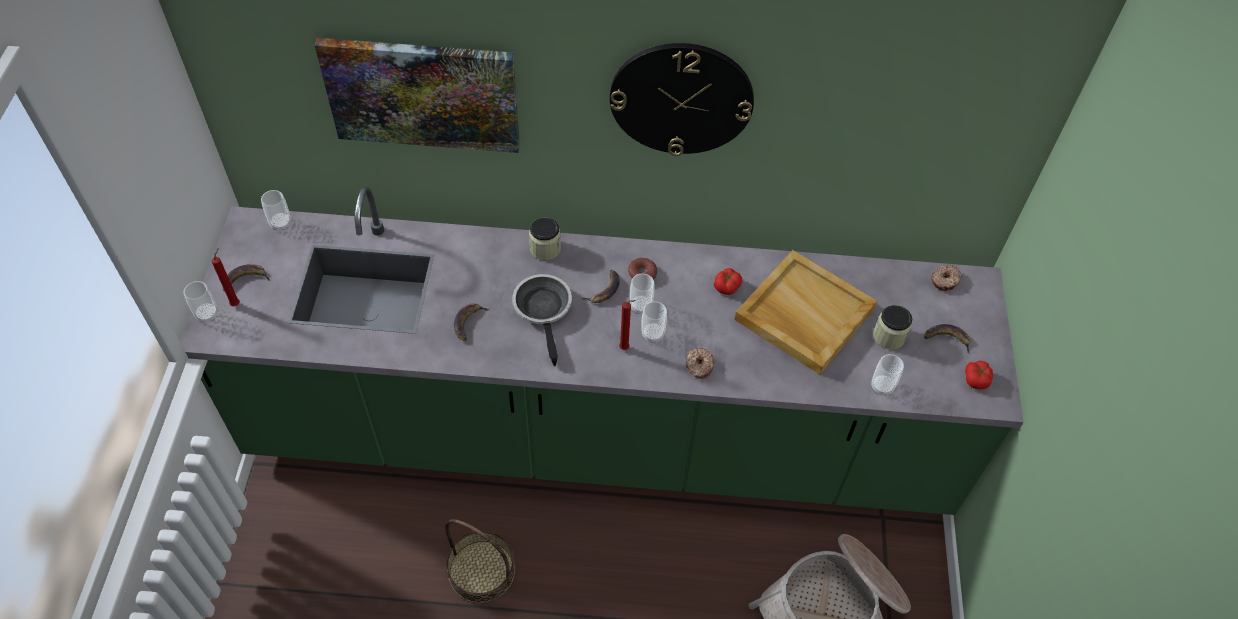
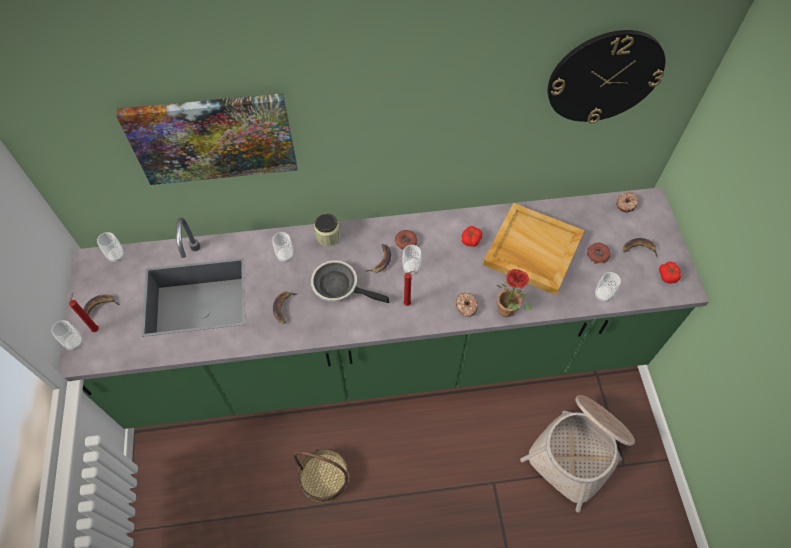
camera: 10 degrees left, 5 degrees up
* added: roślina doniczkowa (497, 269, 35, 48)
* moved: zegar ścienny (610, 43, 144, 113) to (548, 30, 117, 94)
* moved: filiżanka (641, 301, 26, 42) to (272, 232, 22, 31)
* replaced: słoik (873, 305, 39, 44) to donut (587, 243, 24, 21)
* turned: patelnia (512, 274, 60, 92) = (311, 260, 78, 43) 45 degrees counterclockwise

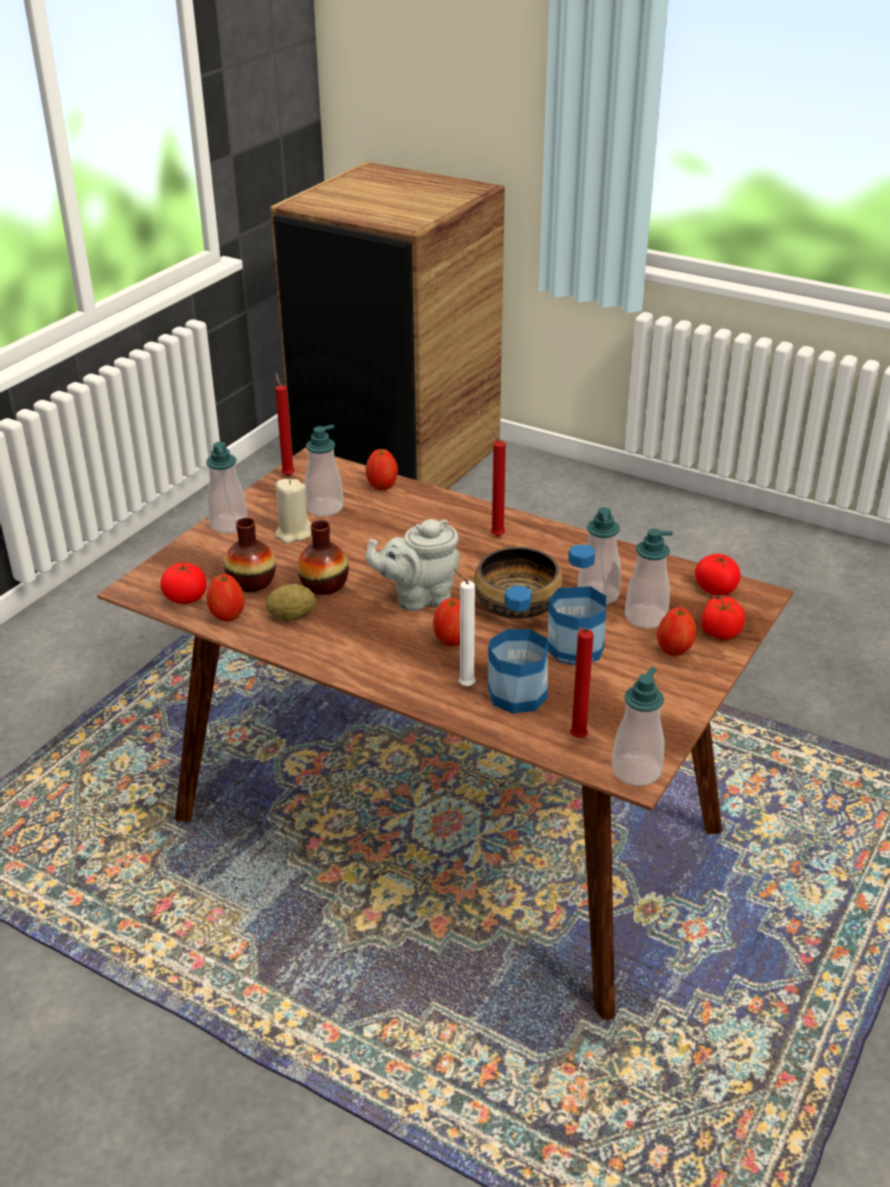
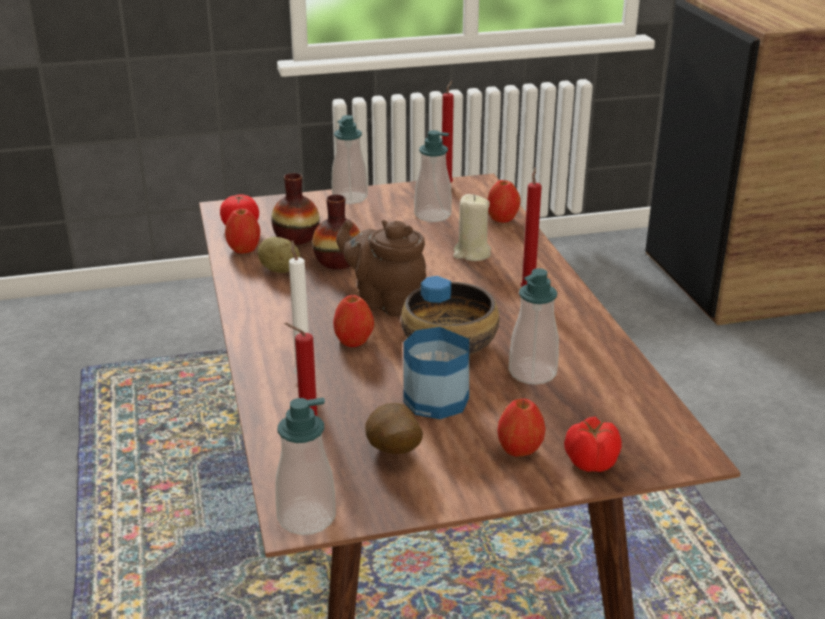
camera: 45 degrees right, 5 degrees down
* removed: butelka (488, 586, 60, 128)
* removed: dozownik mydła (625, 529, 48, 100)
* removed: pomidor (695, 554, 46, 41)
* added: ziemniak (365, 403, 58, 51)
* moved: świeca/beżowy (275, 479, 37, 65) to (453, 194, 38, 67)
* recoloured: imbryk/szary (365, 519, 95, 92) to imbryk/brązowy (336, 220, 90, 96)

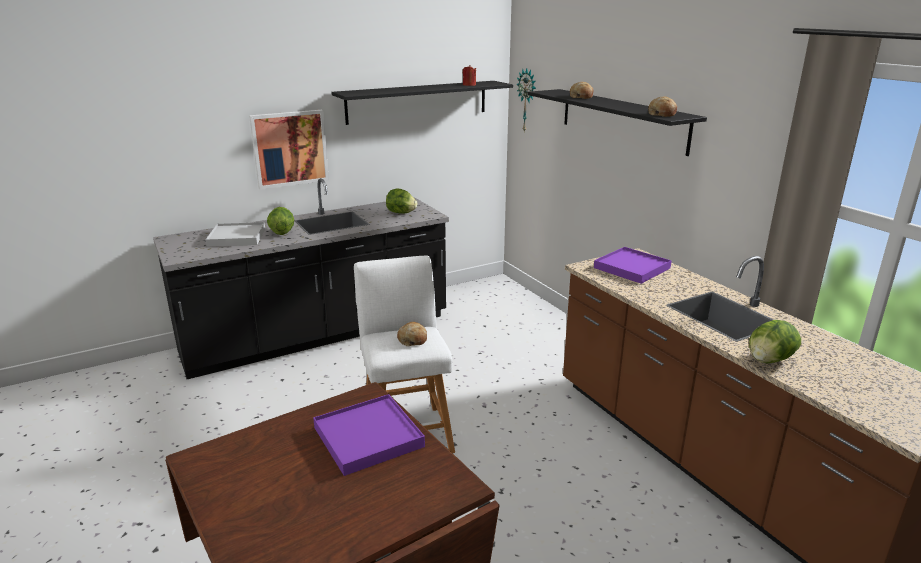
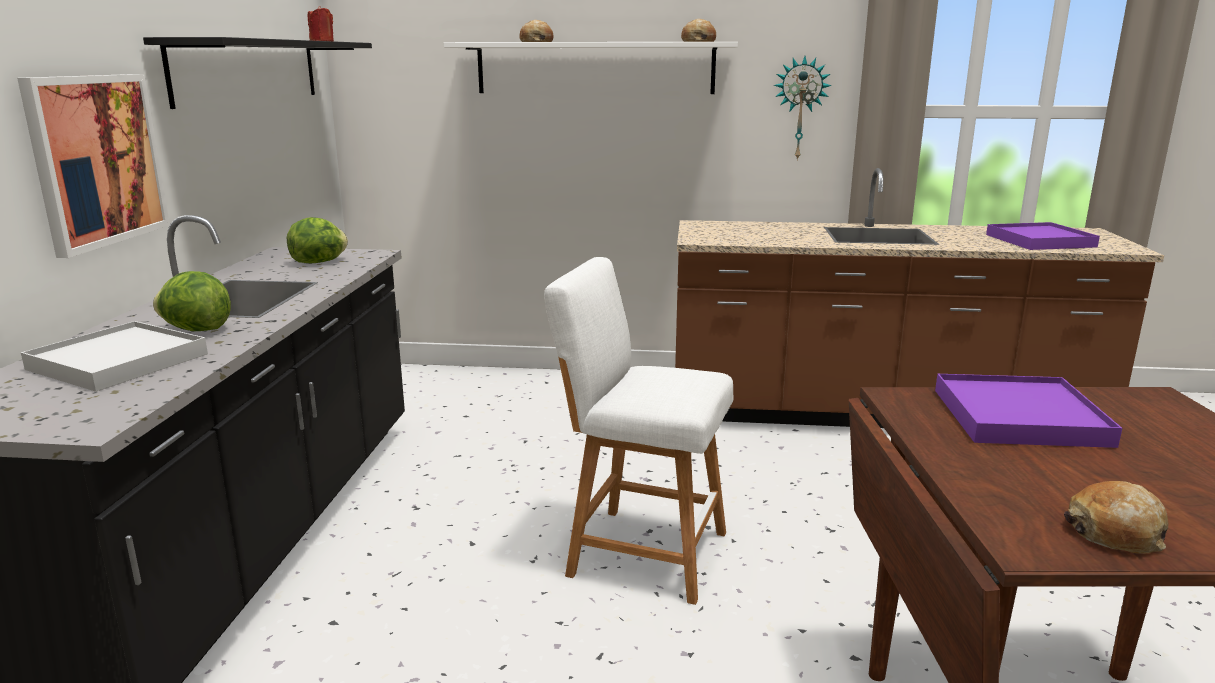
camera: 55 degrees left, 5 degrees down
* removed: sałata (749, 320, 52, 44)
* moved: chleb (397, 322, 30, 24) to (1064, 481, 105, 73)
* moved: zegar ścienny (516, 68, 20, 63) to (774, 56, 58, 104)
* moved: taca/fioletowy (594, 247, 77, 37) to (986, 222, 114, 28)
* recoloured: półka/czarny (528, 89, 179, 67) to półka/biały (444, 42, 294, 52)

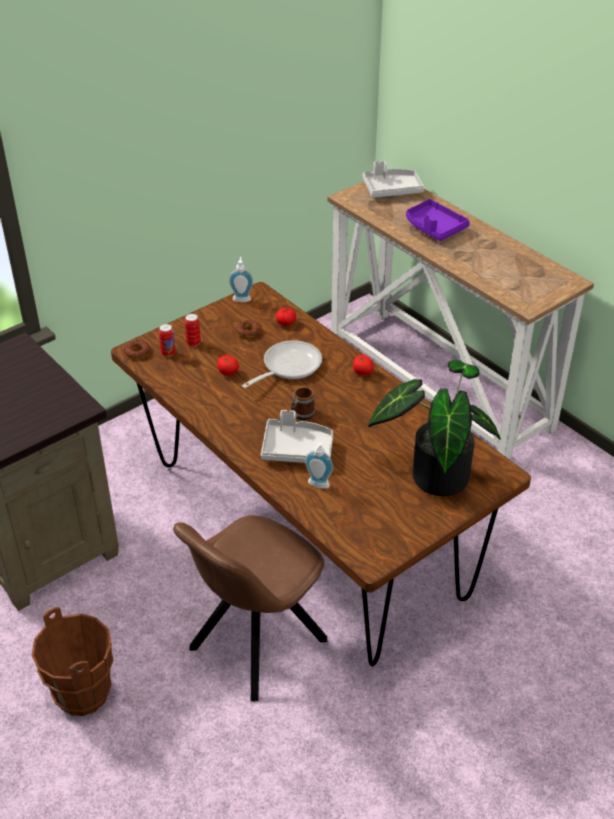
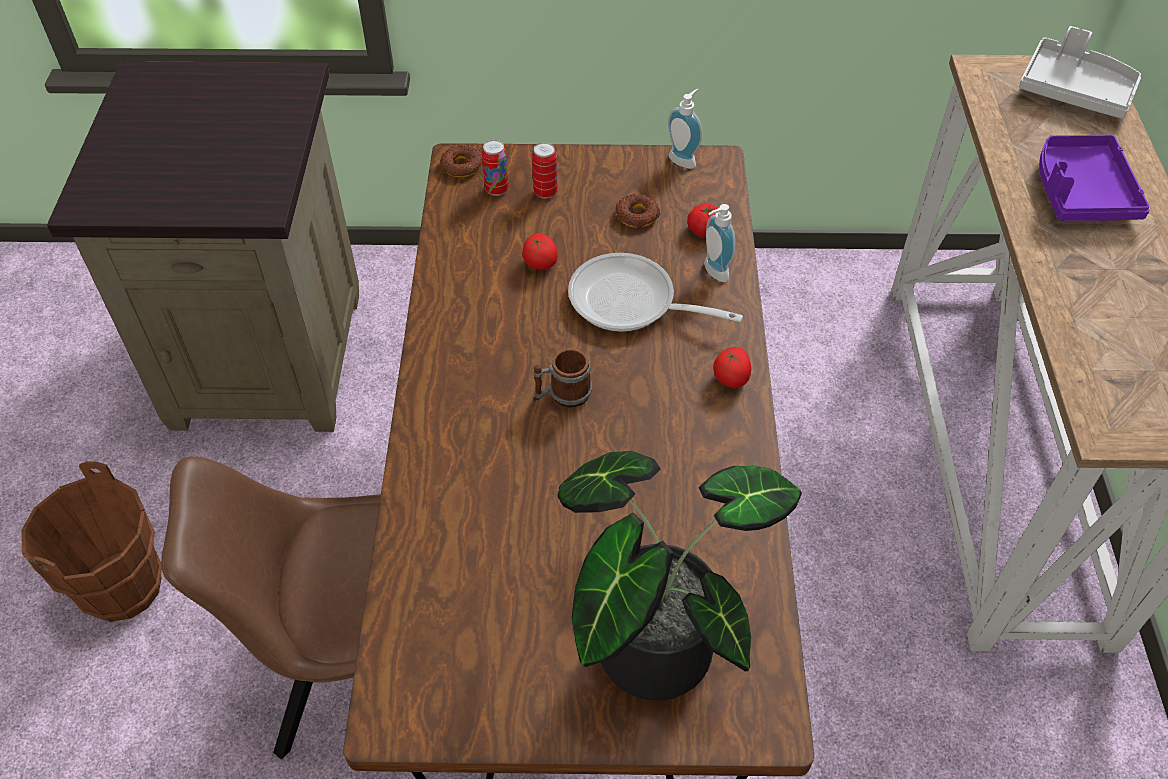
camera: 40 degrees right, 10 degrees up
* removed: taca/szary (261, 410, 72, 53)
* moved: dozownik mydła (305, 442, 28, 46) to (704, 204, 31, 78)
* turned: patelnia (242, 340, 80, 48) = (568, 253, 175, 79) 150 degrees counterclockwise

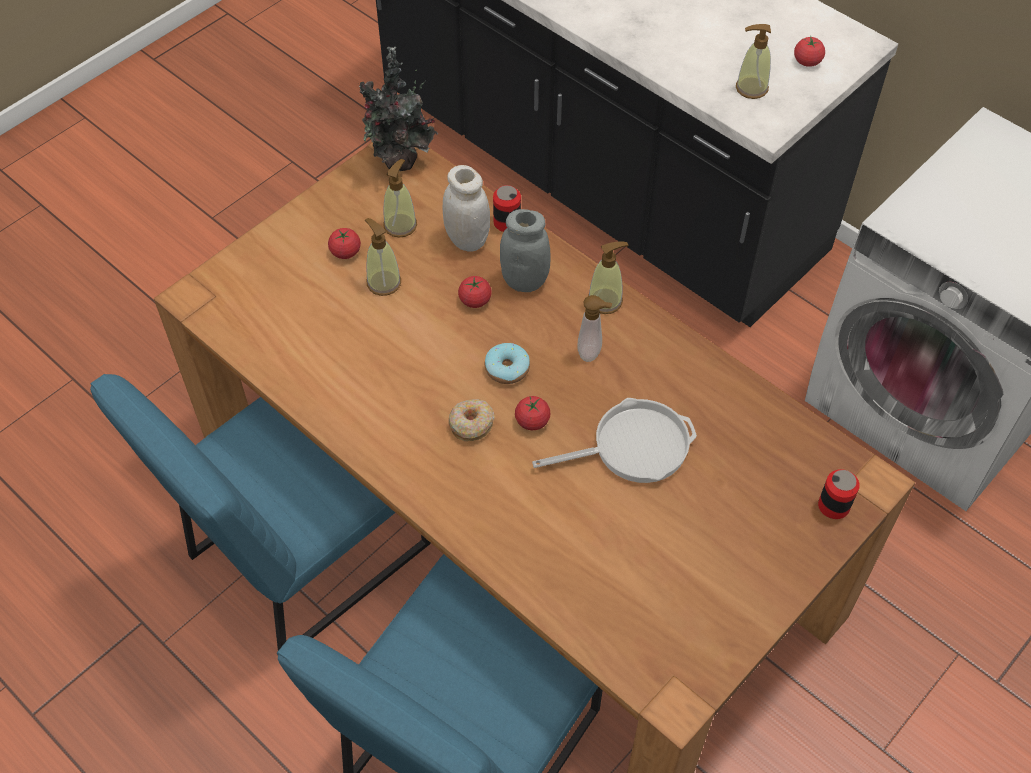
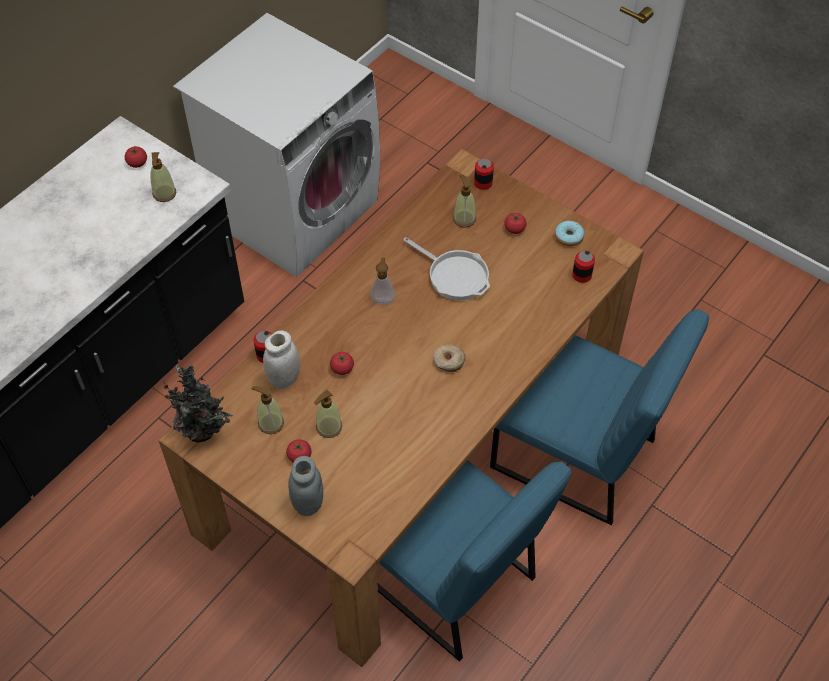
camera: 95 degrees left, 0 degrees up
* added: puszka (572, 251, 23, 32)
* moved: donut (485, 343, 45, 41) to (555, 221, 29, 25)
* moved: słoik/szary (500, 209, 51, 83) to (288, 456, 35, 60)
* moved: pomidor (515, 396, 35, 34) to (504, 213, 23, 21)
* moved: dozownik mydła (588, 241, 41, 73) to (453, 175, 23, 53)
* turned: patelnia (532, 398, 165, 85) = (403, 237, 87, 63) 150 degrees clockwise

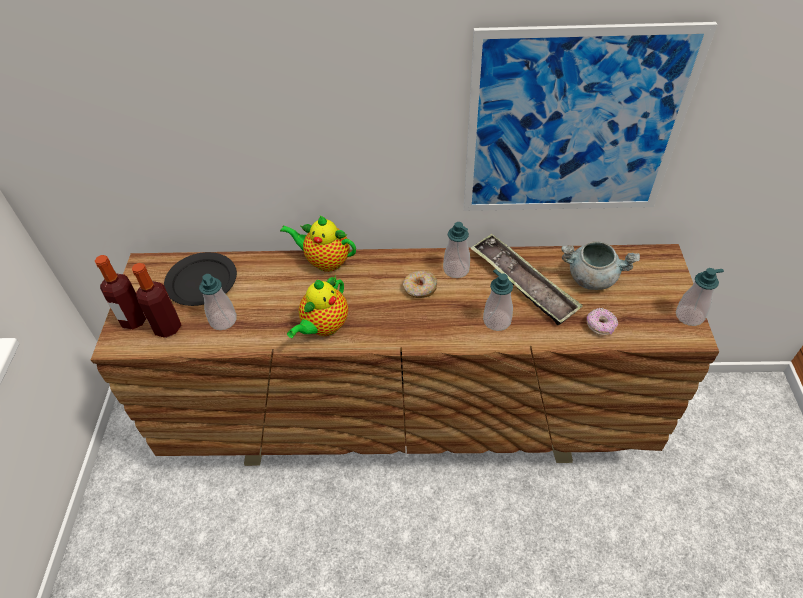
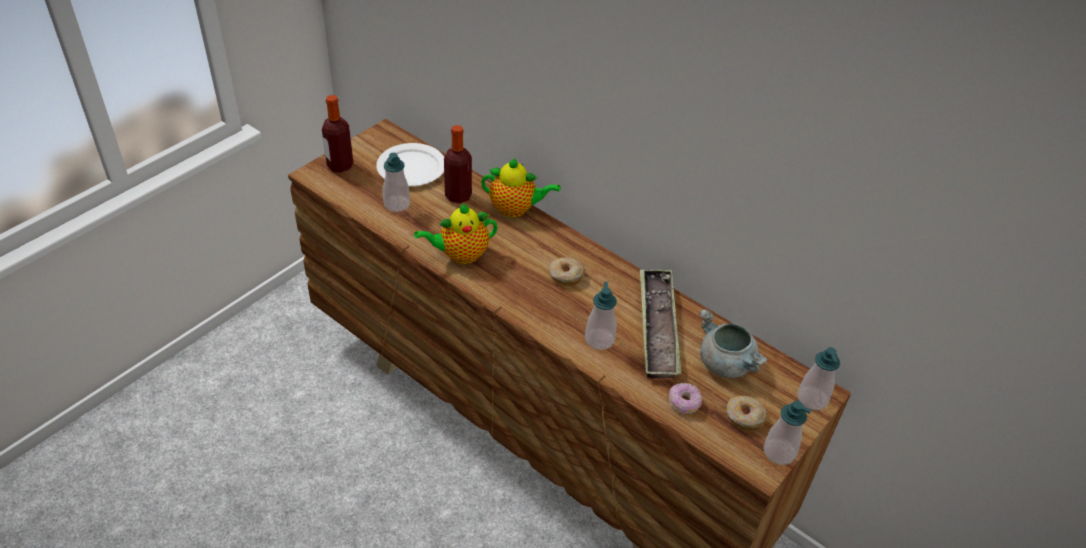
camera: 35 degrees right, 5 degrees down
* removed: obraz (464, 22, 253, 189)
* added: donut (726, 395, 42, 37)
* moved: butelka (132, 263, 49, 75) to (444, 125, 28, 79)
* moved: dozownik mydła (443, 222, 27, 56) to (797, 347, 43, 63)
* recoloured: talerz/czarny (164, 252, 73, 54) to talerz/biały (376, 143, 68, 43)
* turned: imbryk (280, 215, 76, 57) = (481, 158, 79, 59) 135 degrees clockwise

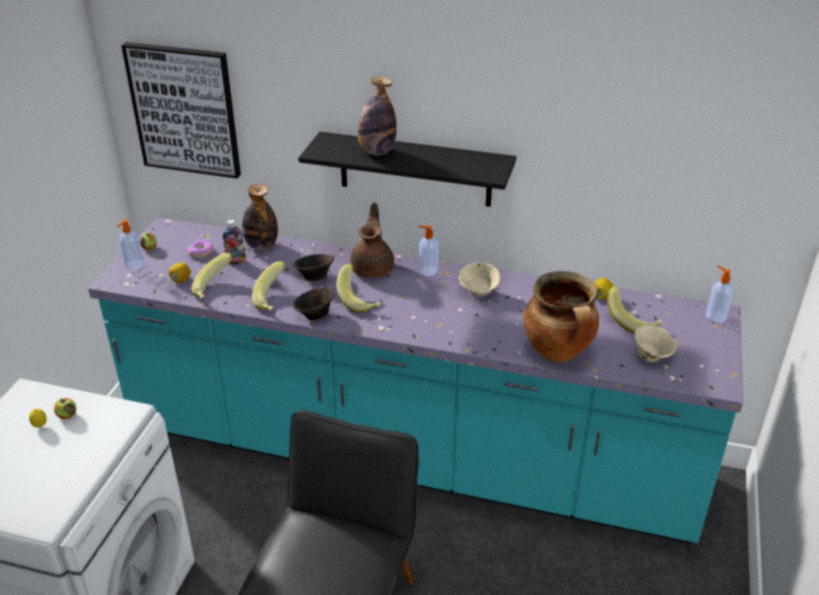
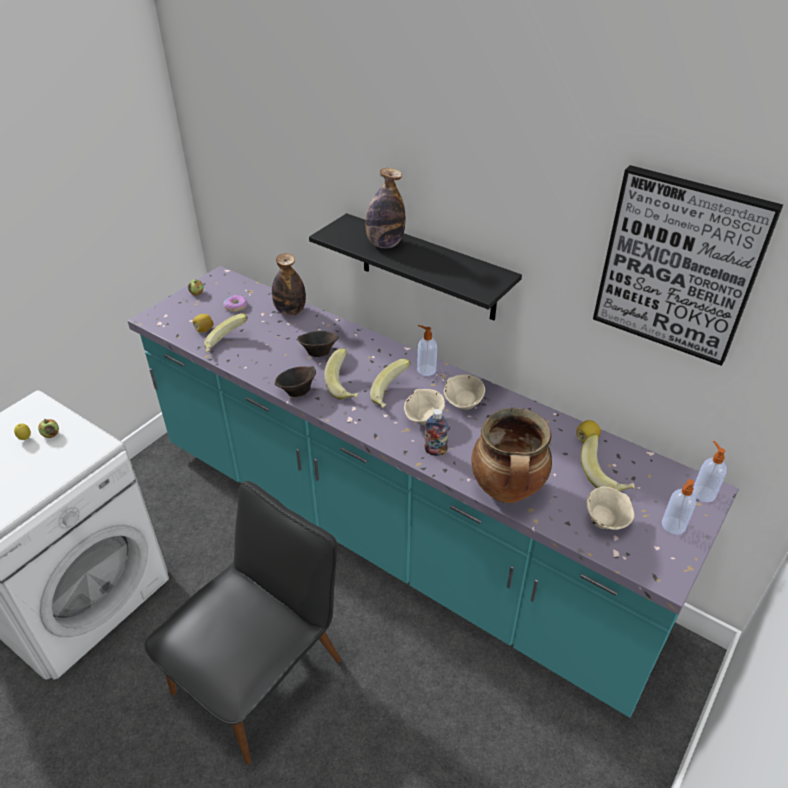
camera: 20 degrees right, 5 degrees up
* removed: imbryk/brązowy (350, 202, 44, 76)
* added: miska/beżowy (404, 389, 41, 36)
* moved: dozownik mydła (117, 220, 27, 50) to (662, 479, 34, 56)
* moved: obraz (121, 42, 120, 137) to (593, 165, 190, 201)
* moved: butelka (222, 220, 24, 45) to (424, 409, 25, 47)
* moved: banan (252, 261, 34, 50) to (370, 359, 41, 49)

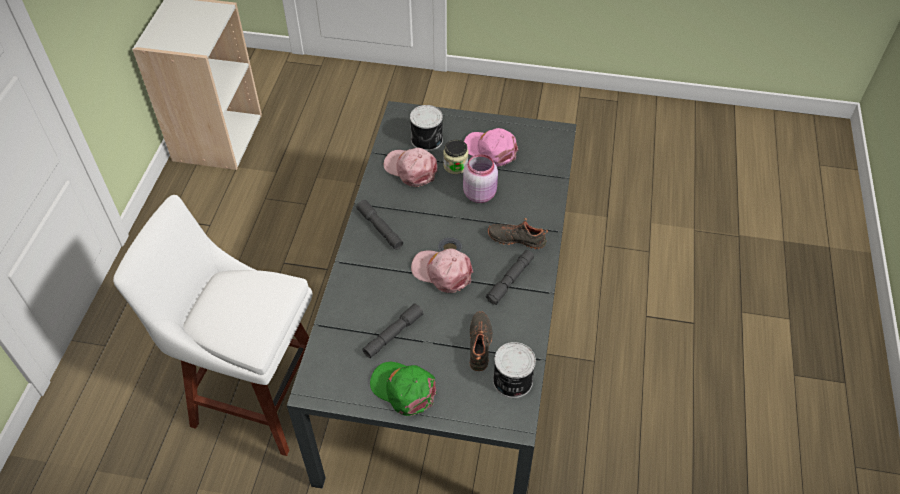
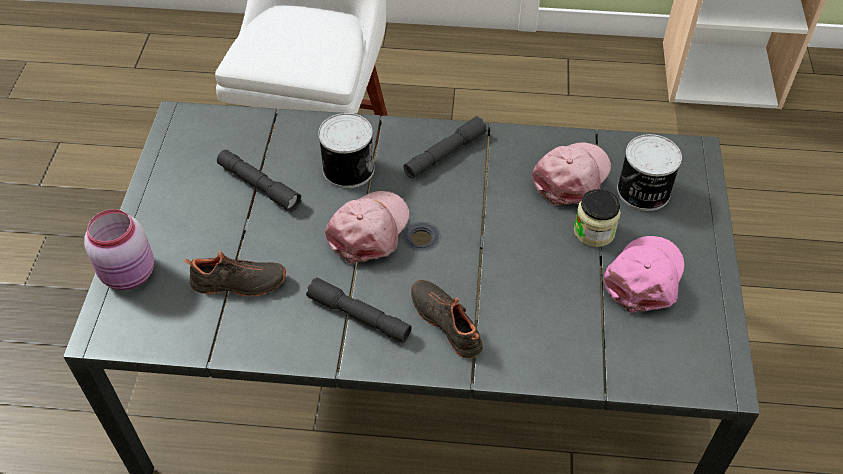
camera: 85 degrees right, 0 degrees up
* removed: czapka z daszkiem/zielony (370, 362, 67, 54)
* moved: słoik/różowy (463, 154, 35, 49) to (84, 209, 70, 81)
* moved: puszka (493, 342, 43, 56) to (318, 113, 57, 75)
* turned: but/czarny (488, 218, 60, 31) = (411, 280, 72, 78) 45 degrees counterclockwise

